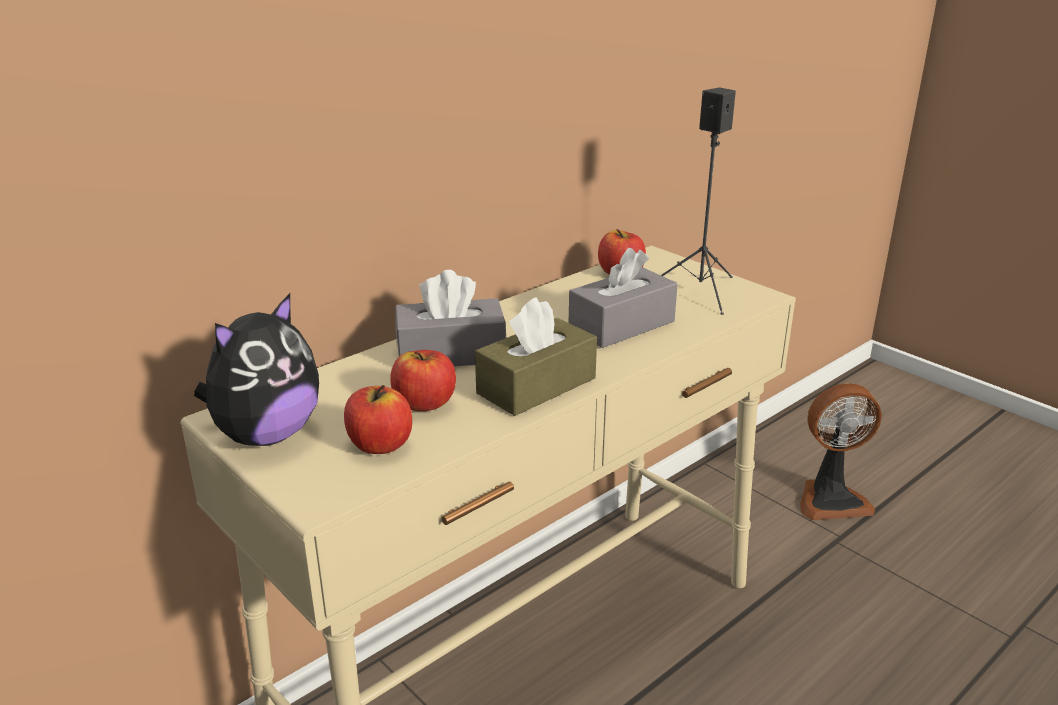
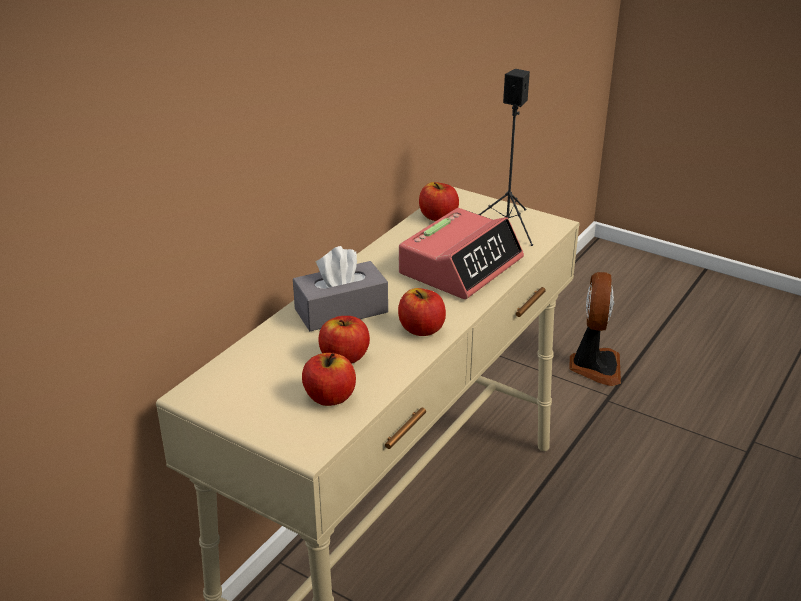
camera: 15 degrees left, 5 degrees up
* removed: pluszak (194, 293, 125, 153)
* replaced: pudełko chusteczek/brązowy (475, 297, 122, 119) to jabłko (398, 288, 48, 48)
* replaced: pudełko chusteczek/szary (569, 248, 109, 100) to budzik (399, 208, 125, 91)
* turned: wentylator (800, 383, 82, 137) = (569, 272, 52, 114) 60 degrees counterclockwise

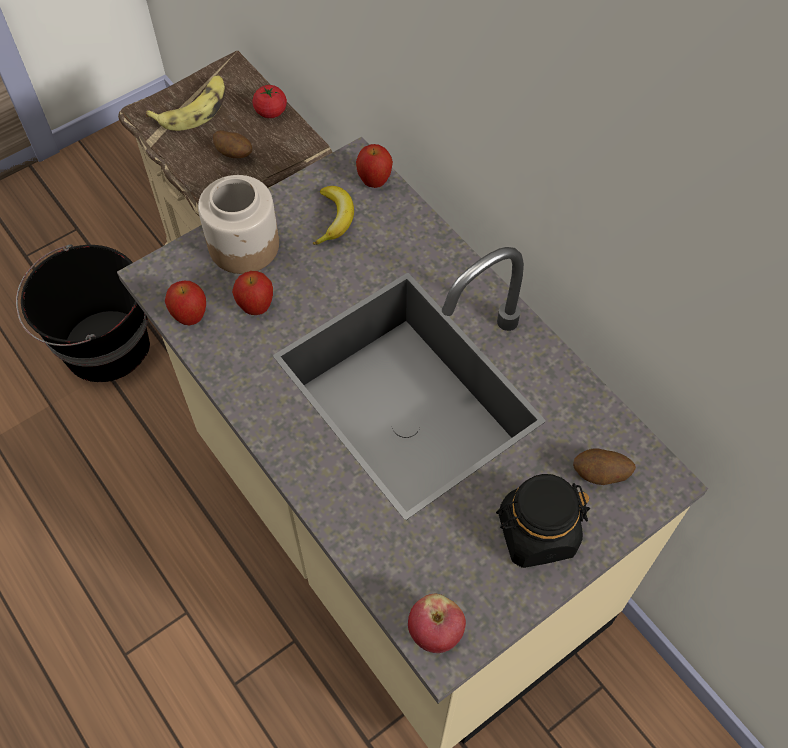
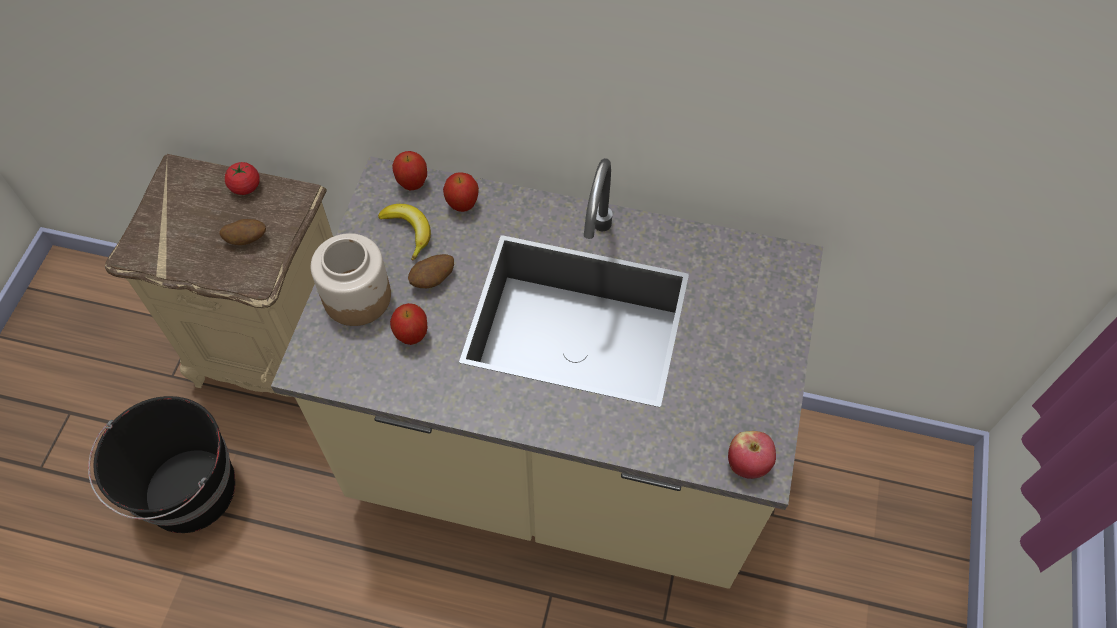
camera: 40 degrees left, 0 degrees up
* removed: banan (146, 75, 79, 56)
* removed: słoik/czarny (496, 474, 94, 94)
* moved: jabłko (165, 281, 41, 45) to (443, 172, 36, 40)
* moved: ziemniak (573, 449, 63, 36) to (408, 254, 46, 34)

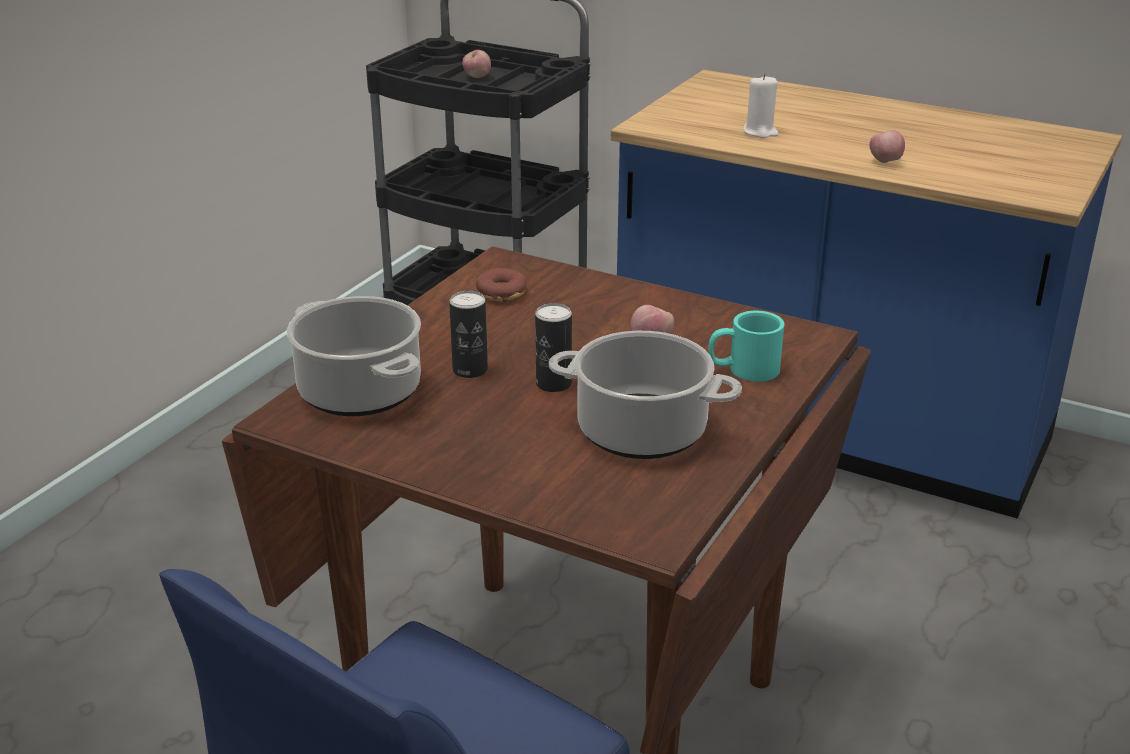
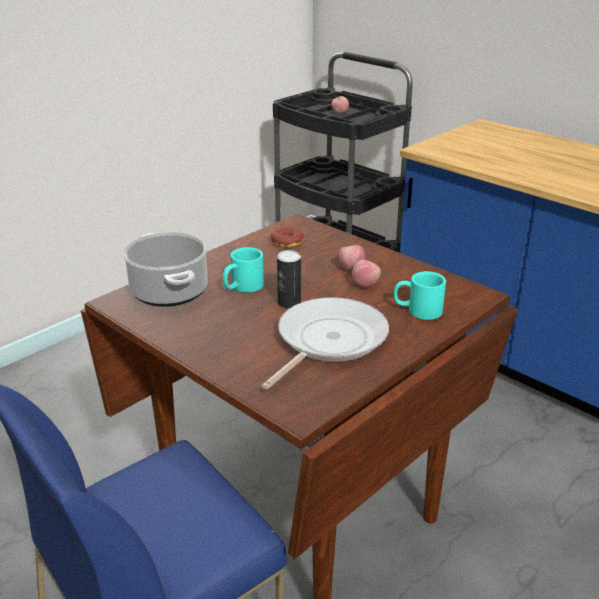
camera: 15 degrees right, 0 degrees up
* removed: świeca/biały (743, 74, 36, 64)
* moved: jabłko (869, 130, 36, 33) to (338, 245, 27, 25)
* replaced: puszka (449, 291, 39, 87) to kubek/turkusowy (223, 247, 41, 45)
* replaced: garnek (549, 331, 193, 128) to patelnia (262, 297, 127, 93)

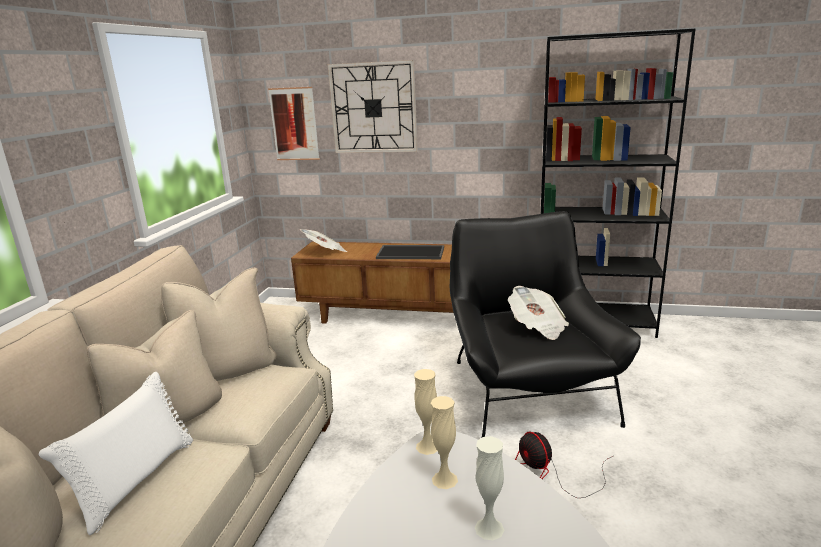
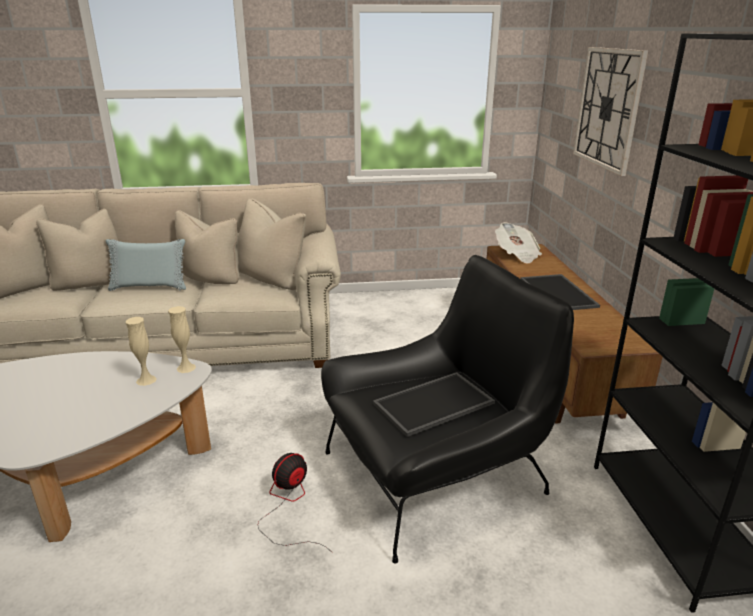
camera: 70 degrees right, 5 degrees up
* removed: obraz (268, 87, 52, 73)
* removed: wazon/biały (475, 436, 29, 104)
* replaced: gazeta (508, 286, 61, 54) to taca (373, 372, 122, 65)
* recoloured: poduszka/biały (39, 372, 154, 163) to poduszka/niebieski (106, 239, 80, 52)

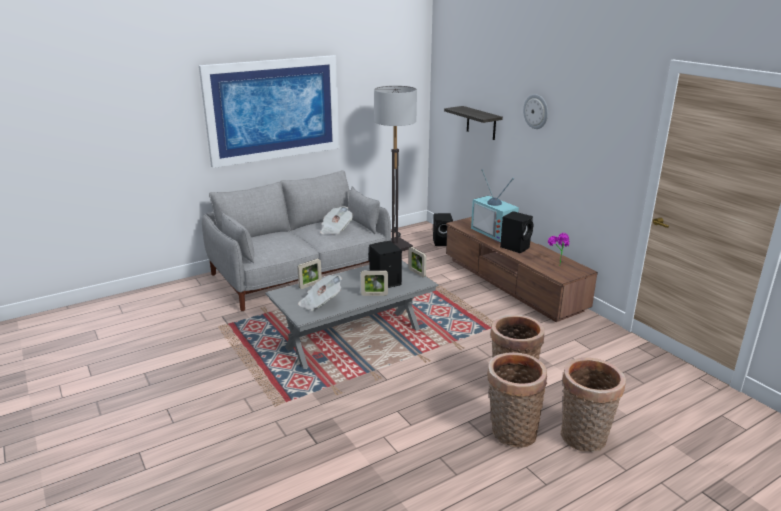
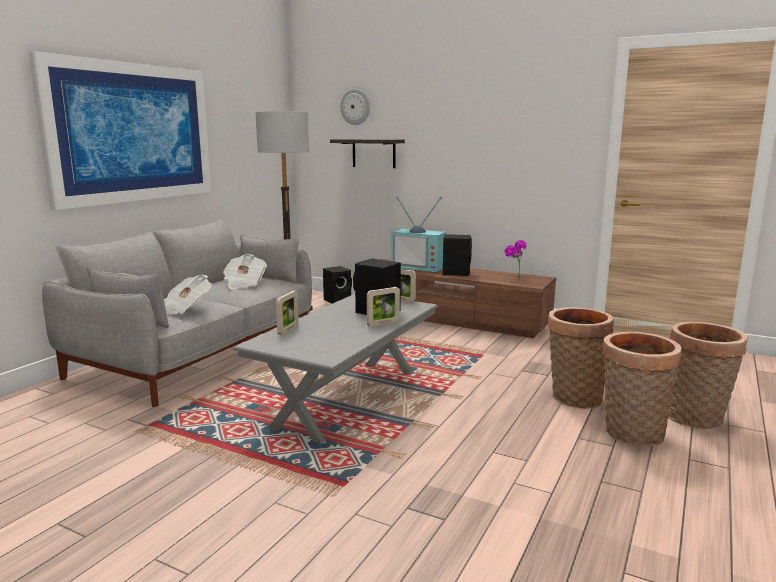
camera: 30 degrees left, 10 degrees down
* moved: gazeta (298, 275, 44, 36) to (164, 275, 48, 39)
* moved: zegar ścienny (523, 94, 25, 35) to (340, 89, 30, 36)

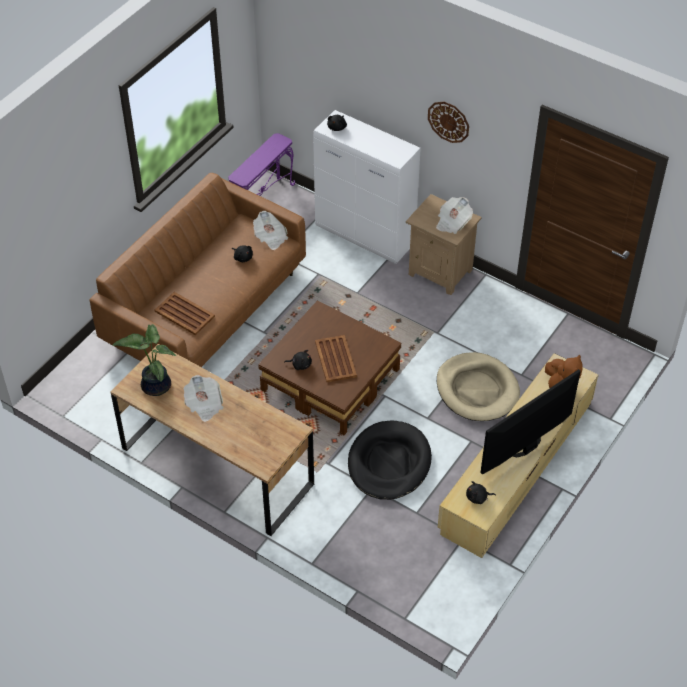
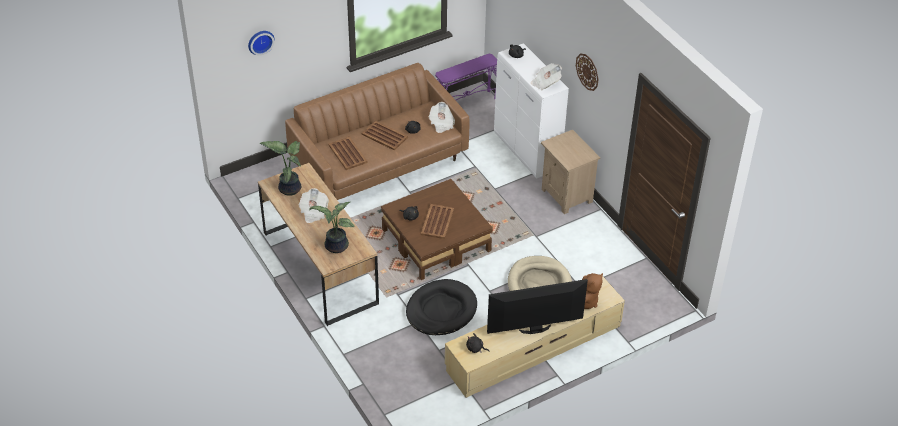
camera: 25 degrees right, 5 degrees down
* added: zegar ścienny (248, 31, 27, 24)
* added: roślina doniczkowa (309, 201, 45, 52)
* added: taca/brązowy (362, 121, 46, 29)
* moved: gazeta (436, 197, 37, 37) to (531, 63, 31, 27)

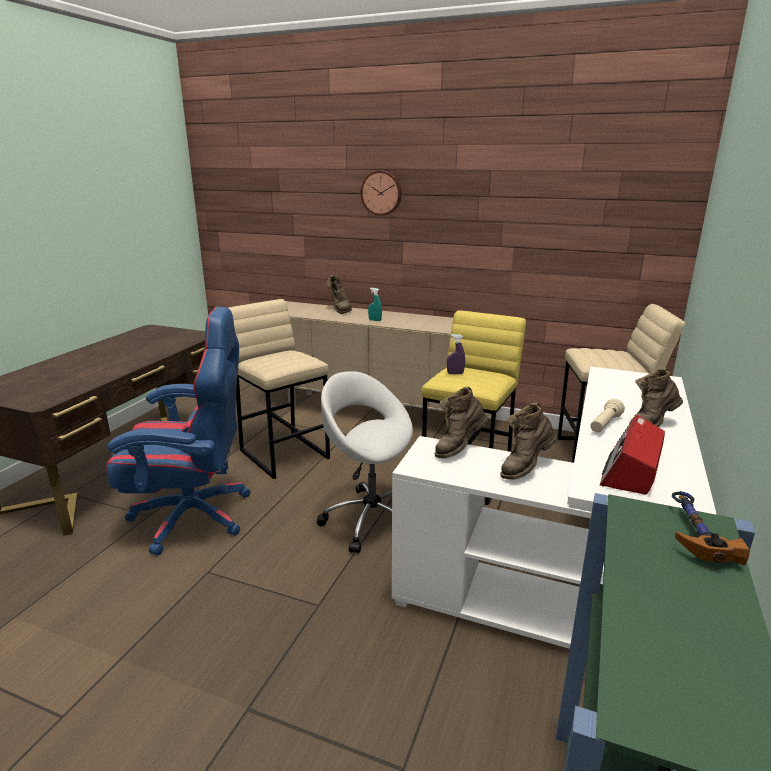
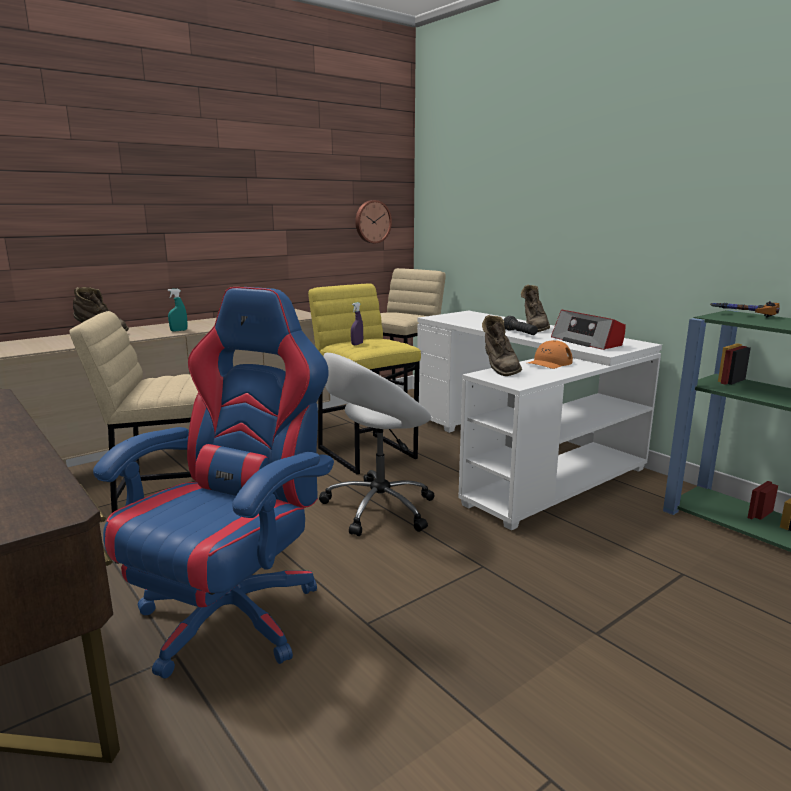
camera: 60 degrees left, 5 degrees down
* moved: zegar ścienny (360, 171, 42, 45) to (355, 200, 37, 44)
* replaced: but z cholewką/brązowy (500, 403, 58, 77) to czapka z daszkiem/pomarańczowy (528, 340, 45, 29)
* recoloured: latarka/beżowy (590, 398, 35, 34) to latarka/czarny (503, 316, 35, 19)

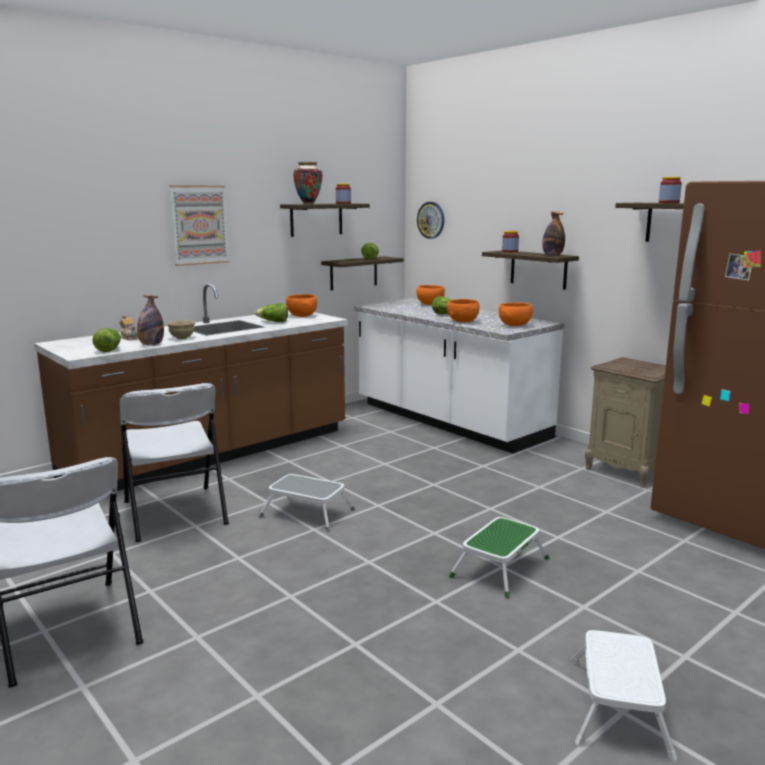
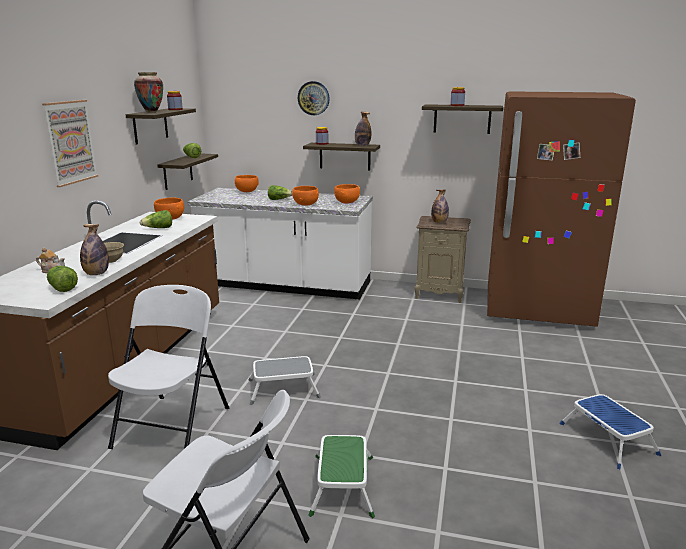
camera: 35 degrees left, 5 degrees up
* added: butelka (431, 189, 18, 34)
* moved: zegar ścienny (417, 202, 27, 37) to (298, 81, 32, 34)
* moved: drabinka/zielony (449, 517, 101, 82) to (308, 435, 67, 83)
* recoloured: drabinka/biały (571, 630, 106, 131) to drabinka/niebieski (560, 394, 101, 75)
* turned: krzesło/biały (120, 383, 109, 159) = (108, 285, 121, 164) 105 degrees counterclockwise

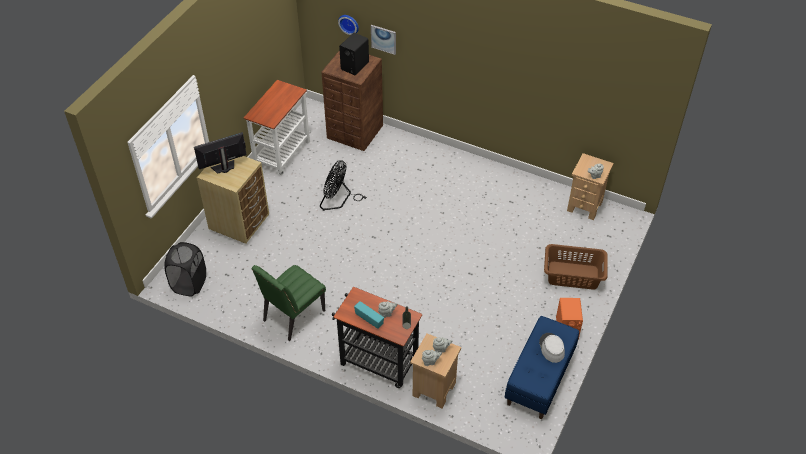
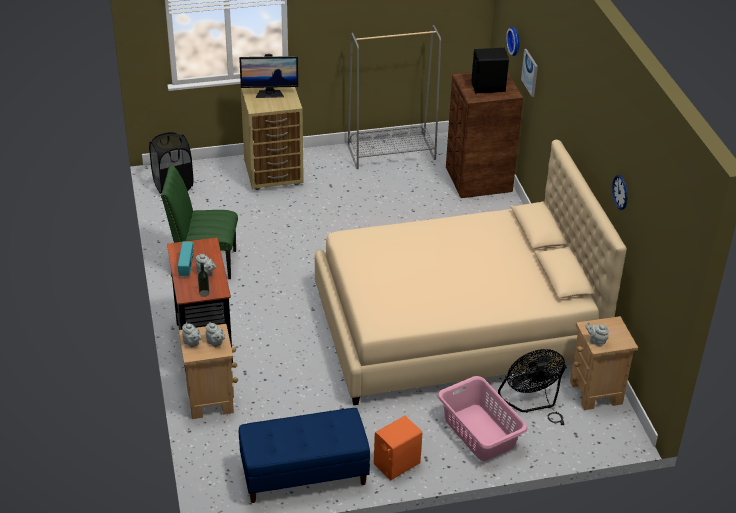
camera: 50 degrees right, 10 degrees down
* removed: kapelusz/szary (539, 333, 26, 30)
* added: łóżko/beżowy (315, 140, 312, 265)
* added: zegar ścienny (612, 175, 16, 35)
* moved: wentylator/czarny (320, 160, 47, 51) to (498, 349, 69, 76)
* replaced: wózek/biały (244, 80, 66, 95) to wieszak/szary (348, 25, 93, 144)
* recoloured: kosz na pranie/brązowy (544, 244, 64, 46) to kosz na pranie/różowy (438, 376, 90, 85)
* turned: monitor (194, 132, 52, 42) = (239, 54, 59, 44) 150 degrees clockwise

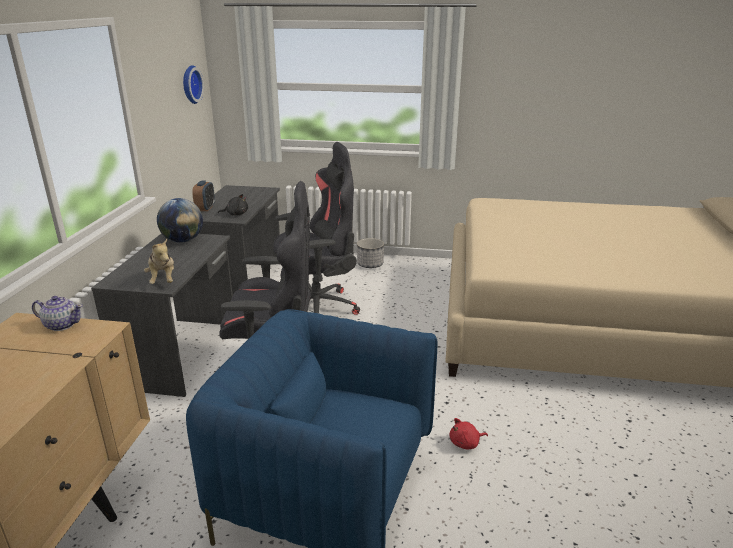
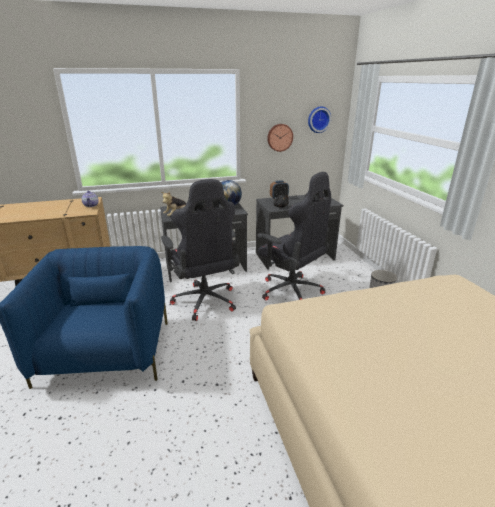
camera: 65 degrees right, 0 degrees up
* removed: pluszak/czerwony (450, 418, 38, 31)
* added: zegar ścienny (267, 124, 26, 28)

